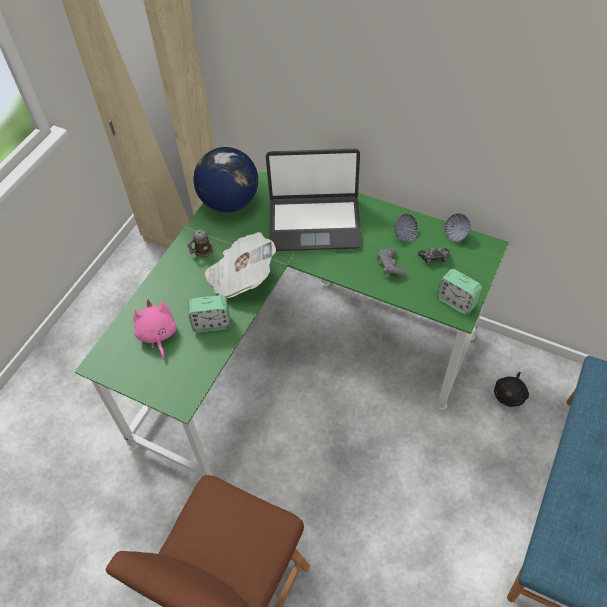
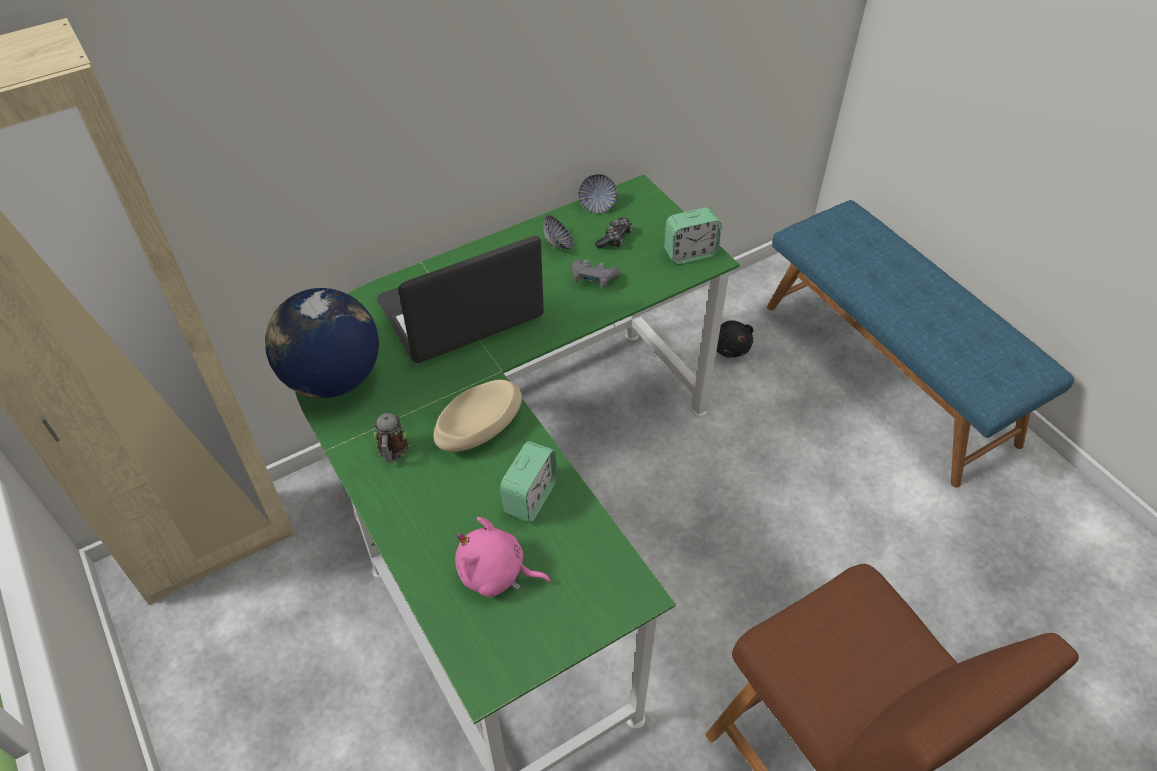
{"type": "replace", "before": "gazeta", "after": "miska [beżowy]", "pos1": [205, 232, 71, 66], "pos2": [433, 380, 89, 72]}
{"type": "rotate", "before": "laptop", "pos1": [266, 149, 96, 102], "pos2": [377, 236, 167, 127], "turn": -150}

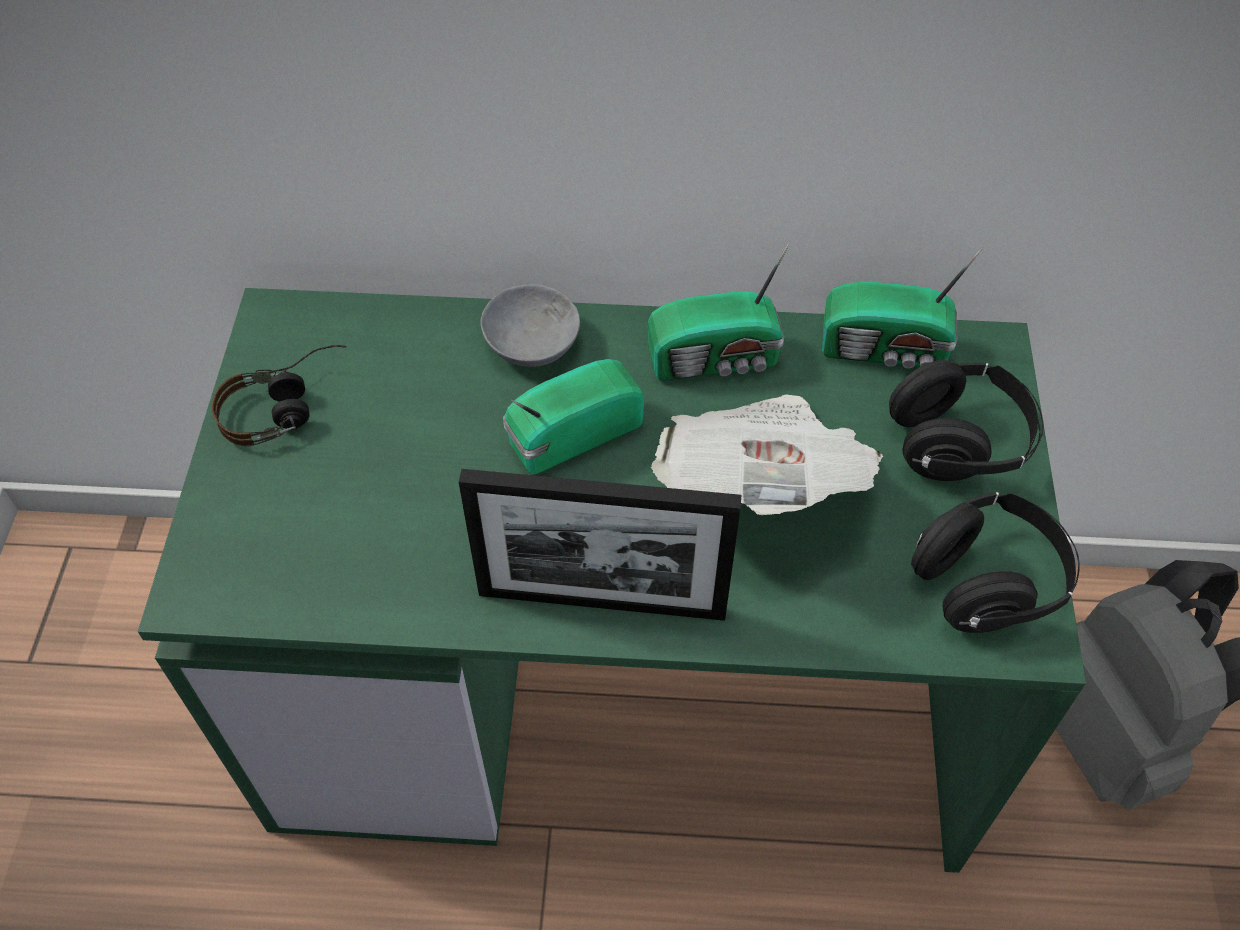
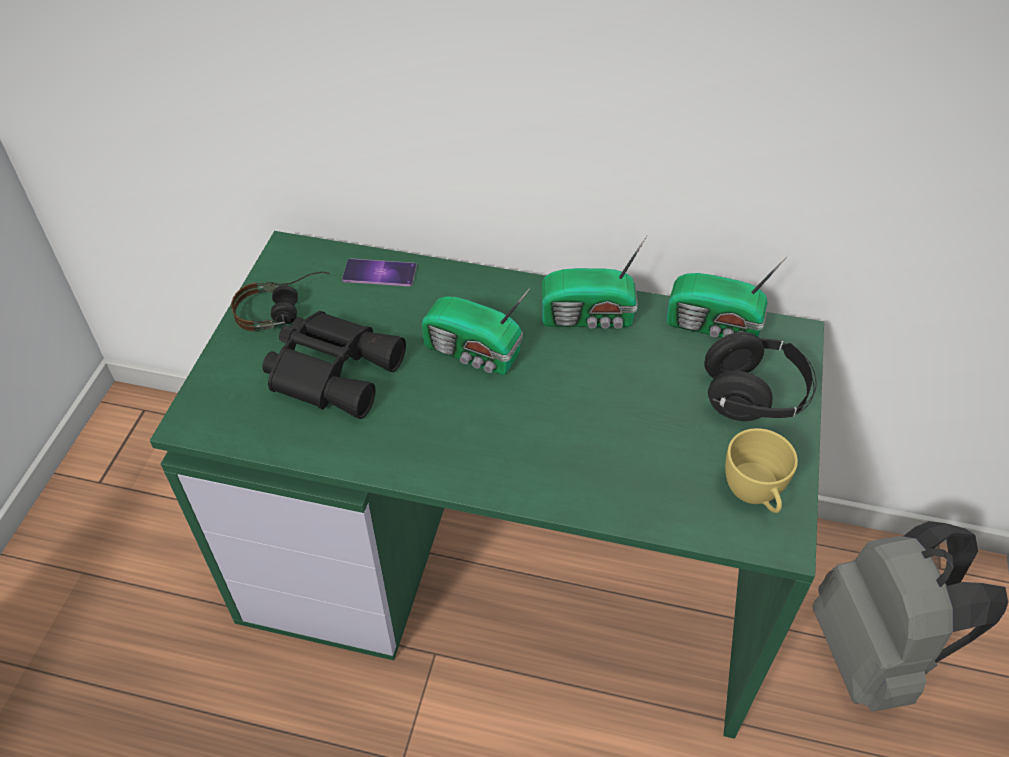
{"type": "delete", "before": "ramka na zdjęcie", "pos1": [459, 469, 282, 152]}
{"type": "delete", "before": "miska [szary]", "pos1": [480, 284, 100, 83]}
{"type": "rotate", "before": "radio", "pos1": [503, 359, 141, 116], "pos2": [422, 288, 108, 87], "turn": -135}
{"type": "delete", "before": "gazeta", "pos1": [651, 394, 232, 121]}
{"type": "replace", "before": "słuchawki [czarny]", "after": "filiżanka [żółty]", "pos1": [911, 492, 169, 141], "pos2": [725, 428, 73, 85]}
{"type": "insert", "after": "lornetka [czarny]", "pos2": [262, 311, 144, 108]}
{"type": "insert", "after": "telefon", "pos2": [342, 258, 75, 28]}

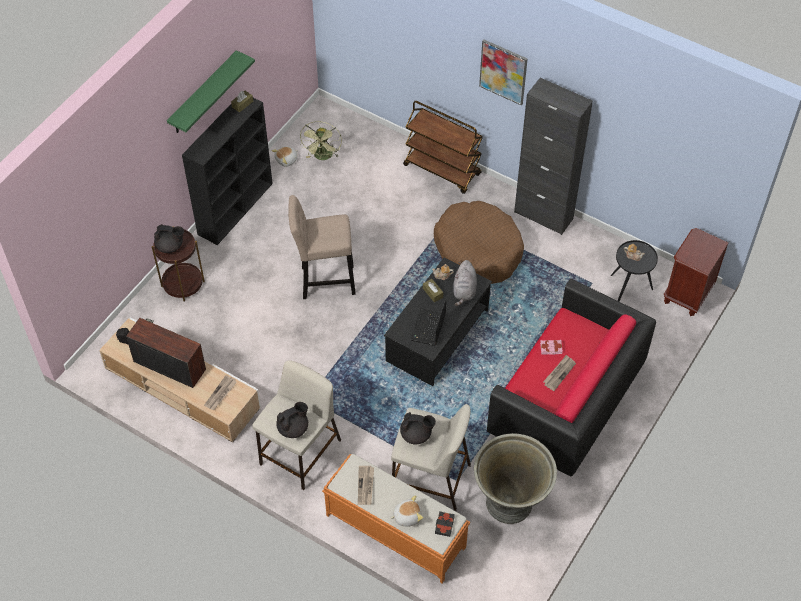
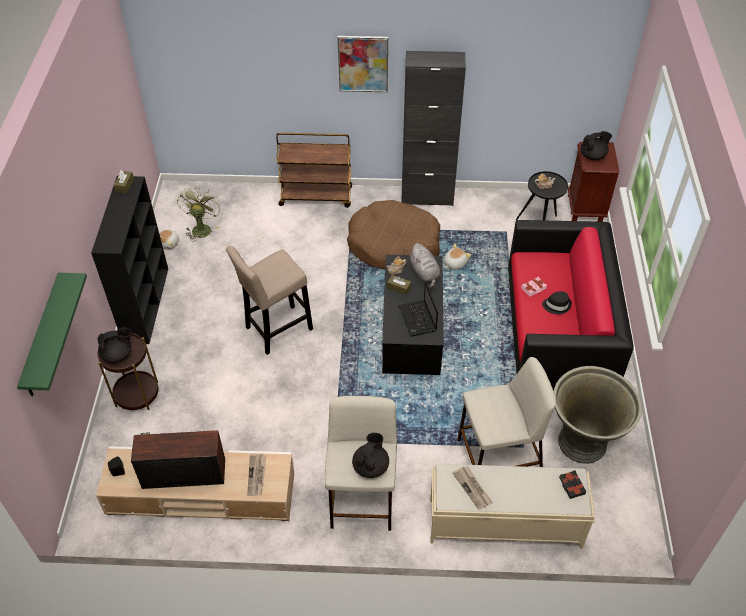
{"type": "move", "before": "półka [zielony]", "pos1": [167, 50, 88, 83], "pos2": [17, 273, 70, 123]}
{"type": "rotate", "before": "wentylator [zielony]", "pos1": [300, 121, 42, 39], "pos2": [177, 187, 44, 55], "turn": -150}
{"type": "recolor", "before": "ławka [pomarańczowy]", "after": "ławka [beżowy]", "pos1": [322, 454, 148, 129], "pos2": [430, 464, 165, 85]}
{"type": "move", "before": "pluszak", "pos1": [390, 495, 33, 32], "pos2": [444, 244, 27, 26]}
{"type": "move", "before": "imbryk [czarny]", "pos1": [400, 412, 36, 32], "pos2": [580, 131, 32, 29]}
{"type": "replace", "before": "gazeta", "after": "kapelusz [czarny]", "pos1": [543, 355, 33, 36], "pos2": [542, 291, 30, 23]}

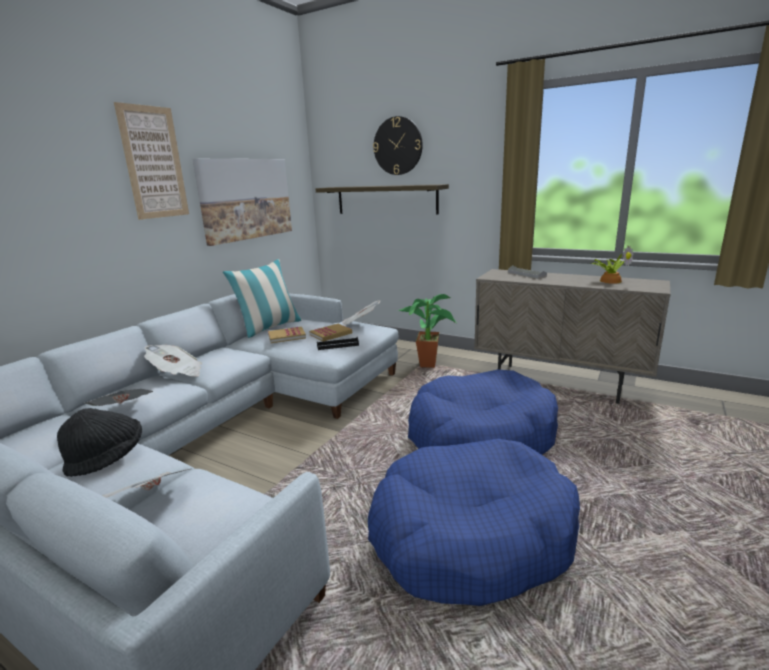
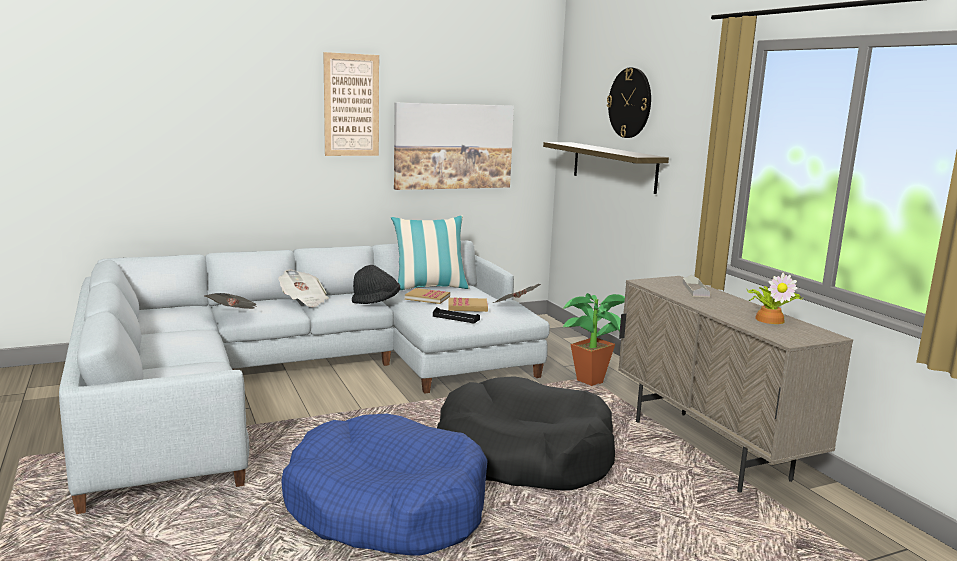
{"type": "move", "before": "kapelusz [czarny]", "pos1": [57, 408, 85, 69], "pos2": [352, 265, 48, 39]}
{"type": "delete", "before": "gazeta", "pos1": [102, 469, 87, 29]}
{"type": "recolor", "before": "legowisko [niebieski]", "after": "legowisko [czarny]", "pos1": [408, 369, 150, 86], "pos2": [437, 376, 178, 114]}

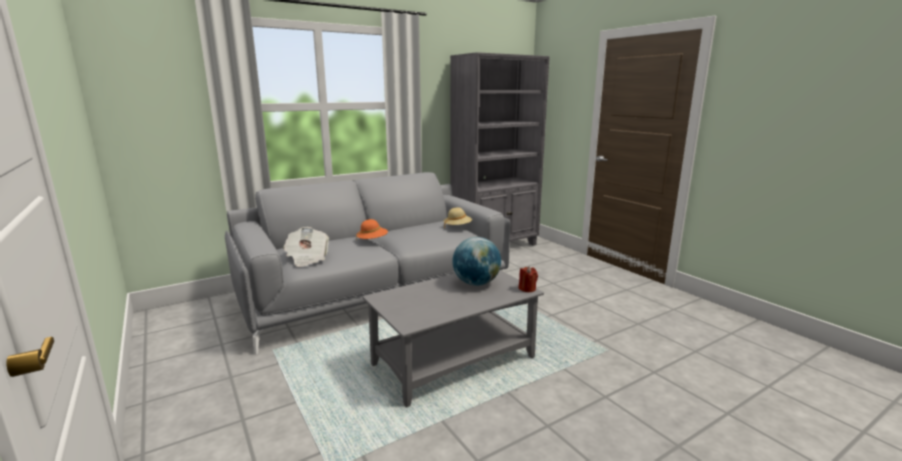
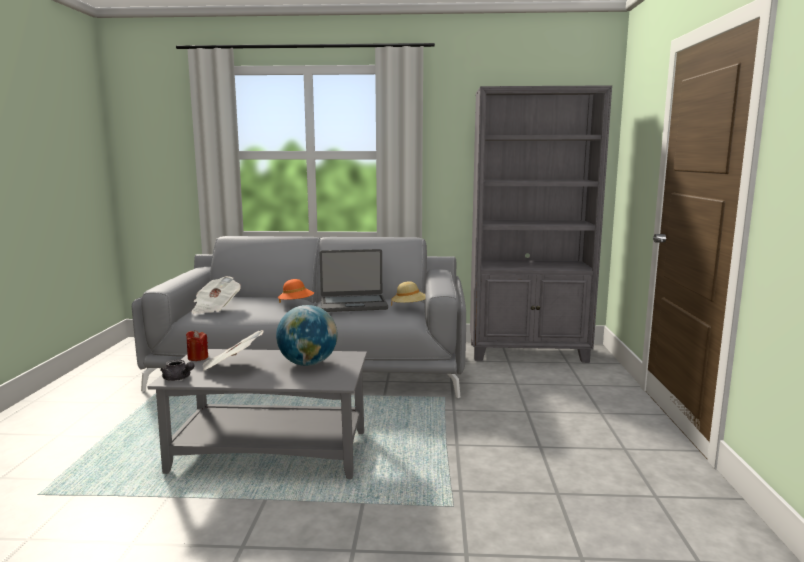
{"type": "move", "before": "świeca [czerwony]", "pos1": [519, 266, 19, 26], "pos2": [186, 330, 22, 31]}
{"type": "insert", "after": "imbryk [szary]", "pos2": [160, 360, 35, 21]}
{"type": "insert", "after": "gazeta", "pos2": [202, 330, 61, 42]}
{"type": "insert", "after": "laptop", "pos2": [320, 249, 68, 63]}

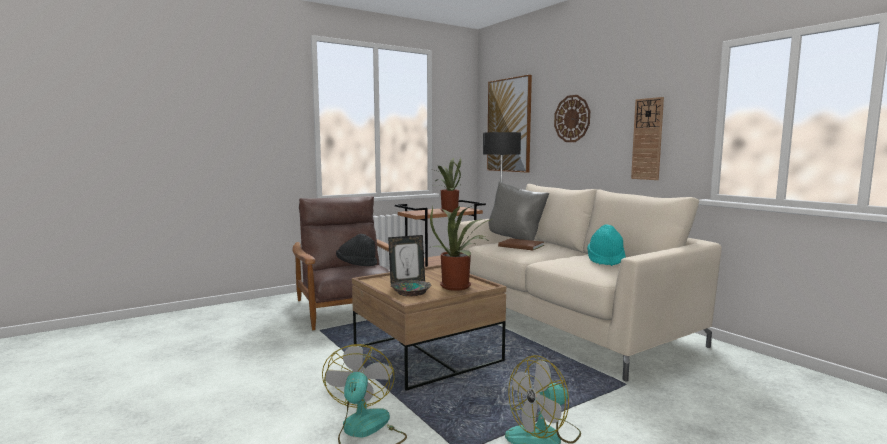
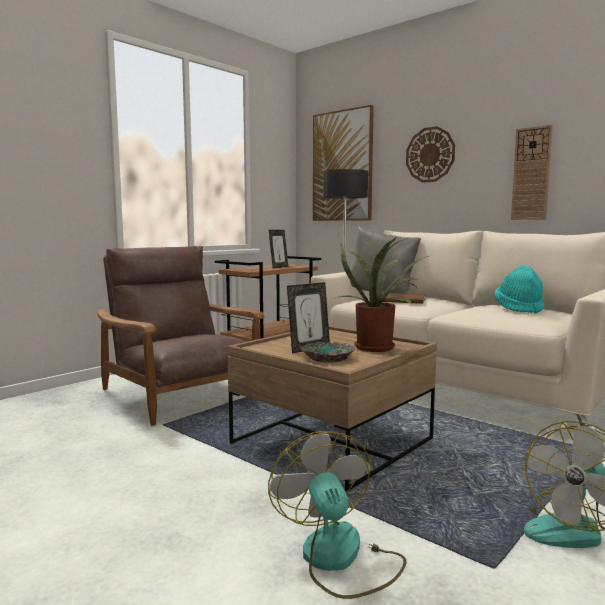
{"type": "delete", "before": "kapelusz [czarny]", "pos1": [336, 234, 41, 32]}
{"type": "replace", "before": "roślina doniczkowa", "after": "ramka na zdjęcie", "pos1": [433, 158, 28, 54], "pos2": [269, 230, 19, 38]}

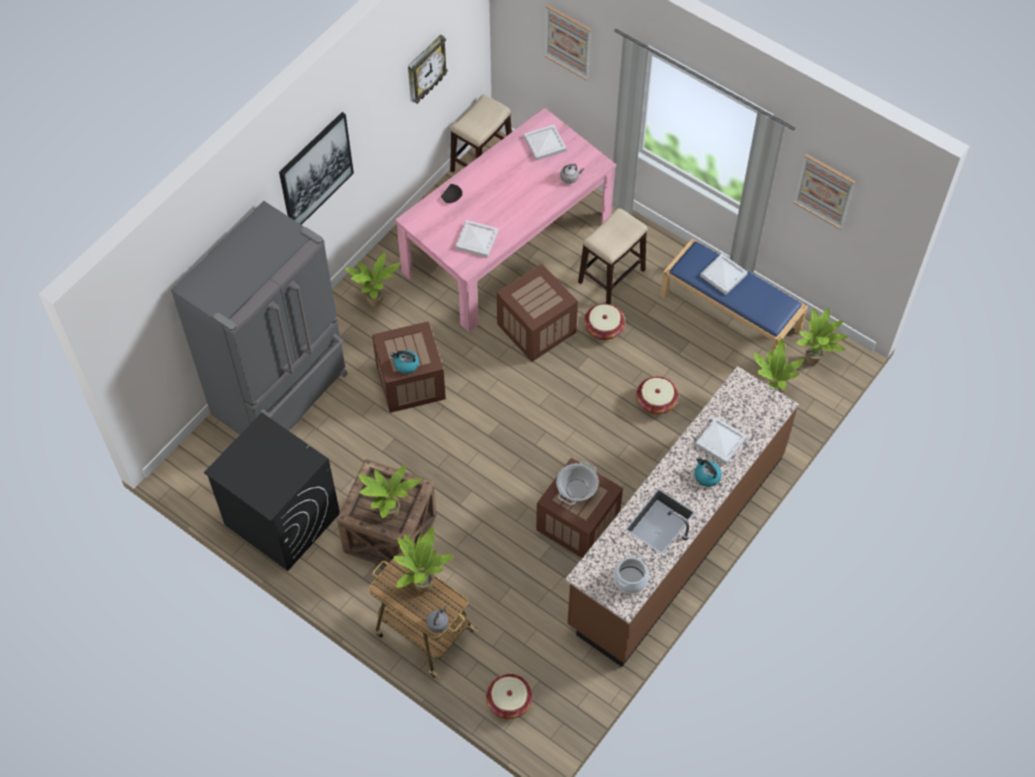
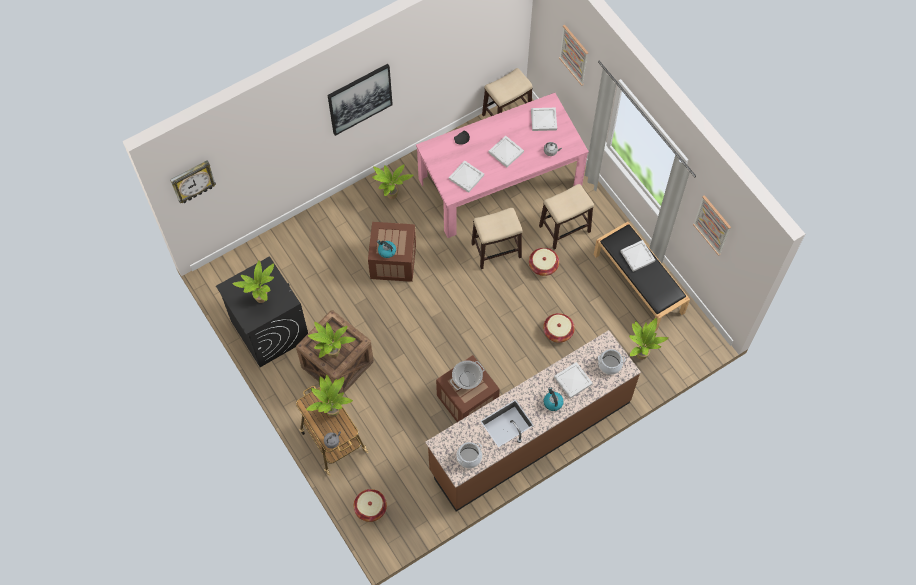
{"type": "delete", "before": "lodówka [szary]", "pos1": [171, 201, 177, 234]}
{"type": "move", "before": "zegar ścienny", "pos1": [408, 35, 40, 69], "pos2": [170, 161, 46, 42]}
{"type": "replace", "before": "skrzynka", "after": "stołek", "pos1": [497, 264, 81, 98], "pos2": [471, 208, 52, 61]}
{"type": "recolor", "before": "ławka [niebieski]", "after": "ławka [czarny]", "pos1": [660, 238, 148, 116], "pos2": [594, 221, 96, 111]}
{"type": "move", "before": "roślina doniczkowa", "pos1": [796, 307, 52, 58], "pos2": [232, 260, 42, 43]}
{"type": "insert", "after": "taca [biały]", "pos2": [489, 136, 35, 32]}
{"type": "insert", "after": "garnek", "pos2": [598, 349, 27, 26]}

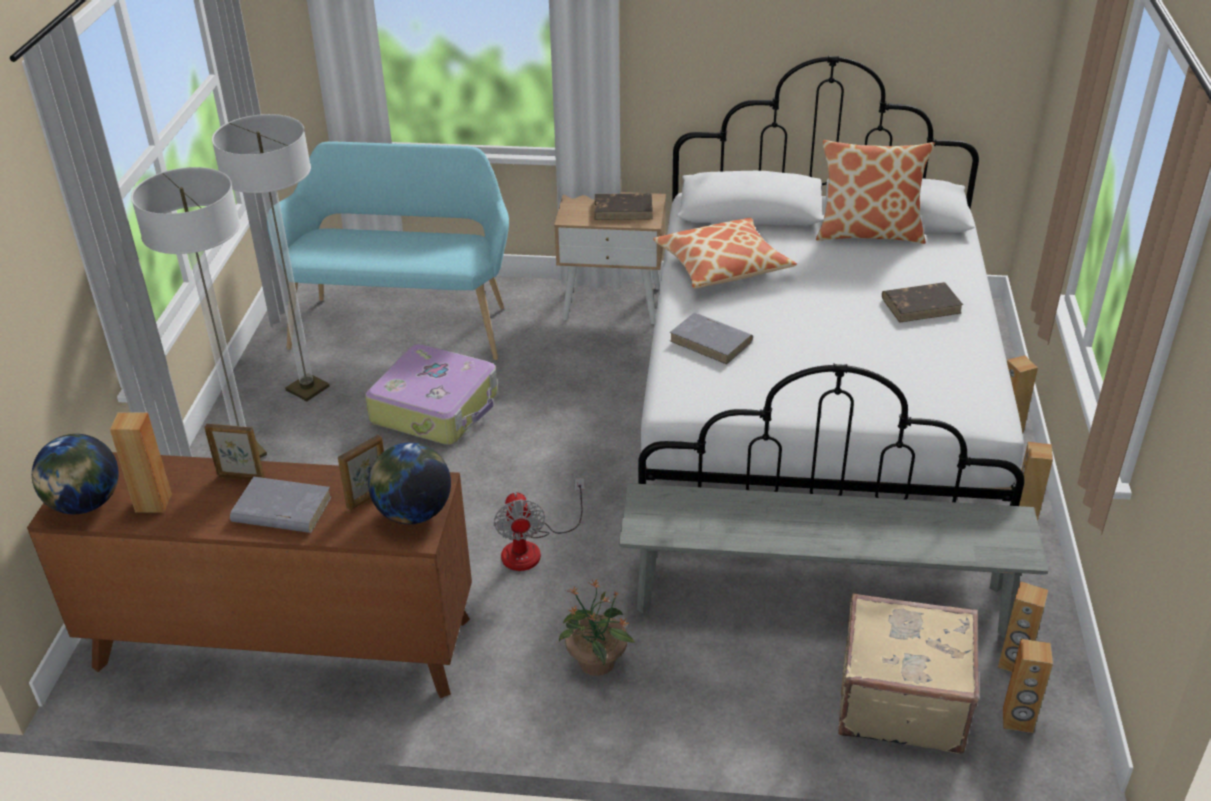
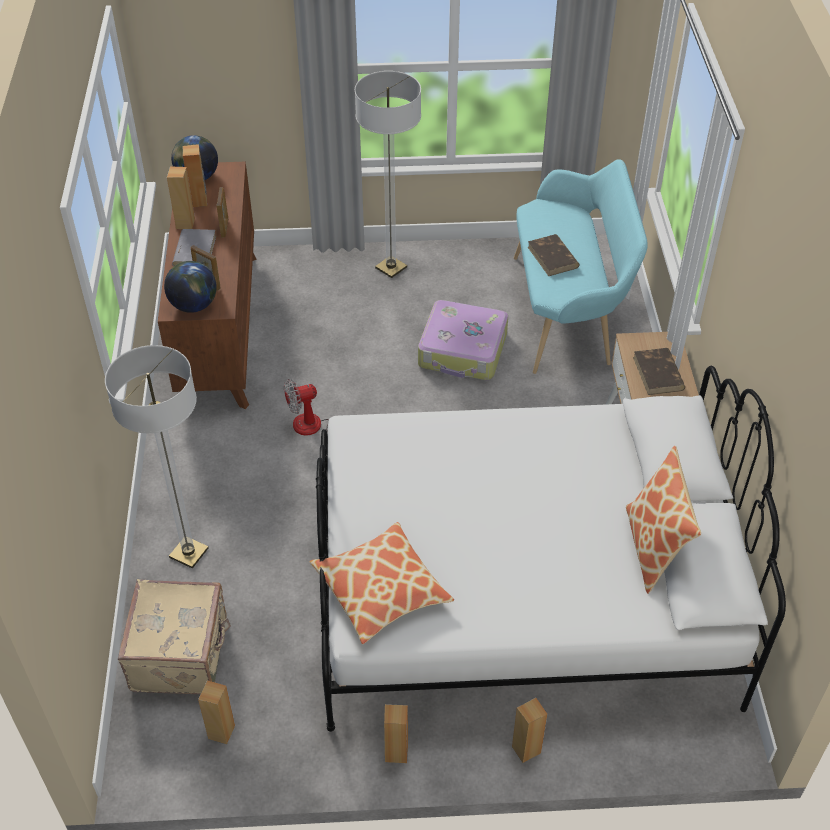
{"type": "move", "before": "lampa stojąca", "pos1": [212, 114, 118, 287], "pos2": [105, 345, 104, 224]}
{"type": "delete", "before": "roślina doniczkowa", "pos1": [559, 580, 76, 96]}
{"type": "delete", "before": "ławka [szary]", "pos1": [619, 483, 430, 155]}
{"type": "move", "before": "poduszka", "pos1": [653, 218, 144, 71], "pos2": [309, 522, 145, 122]}
{"type": "delete", "before": "książka [szary]", "pos1": [670, 313, 83, 51]}
{"type": "move", "before": "książka [brązowy]", "pos1": [882, 282, 81, 41], "pos2": [528, 234, 52, 42]}
{"type": "move", "before": "głośnik [brązowy]", "pos1": [1003, 639, 50, 94], "pos2": [167, 167, 28, 62]}

